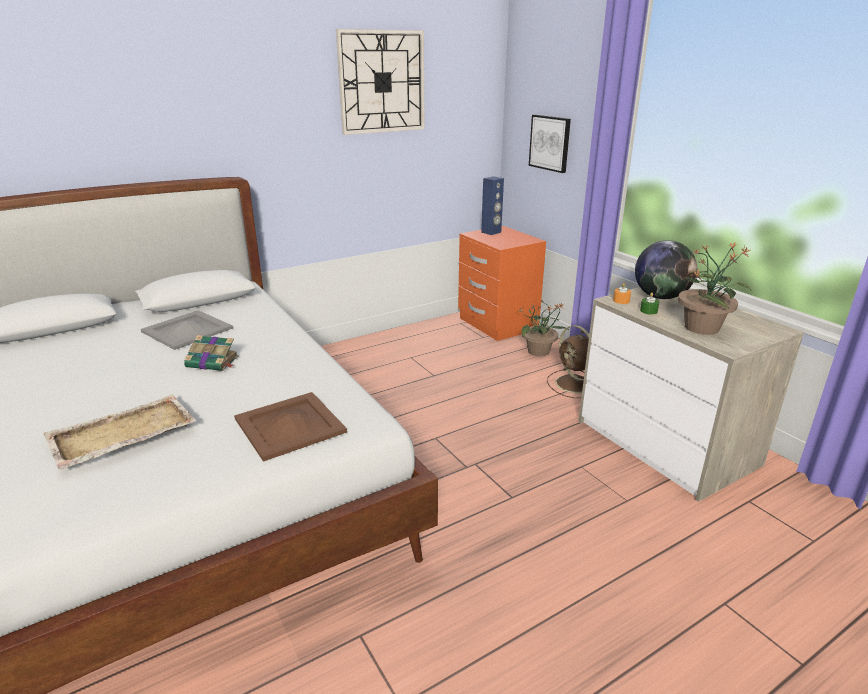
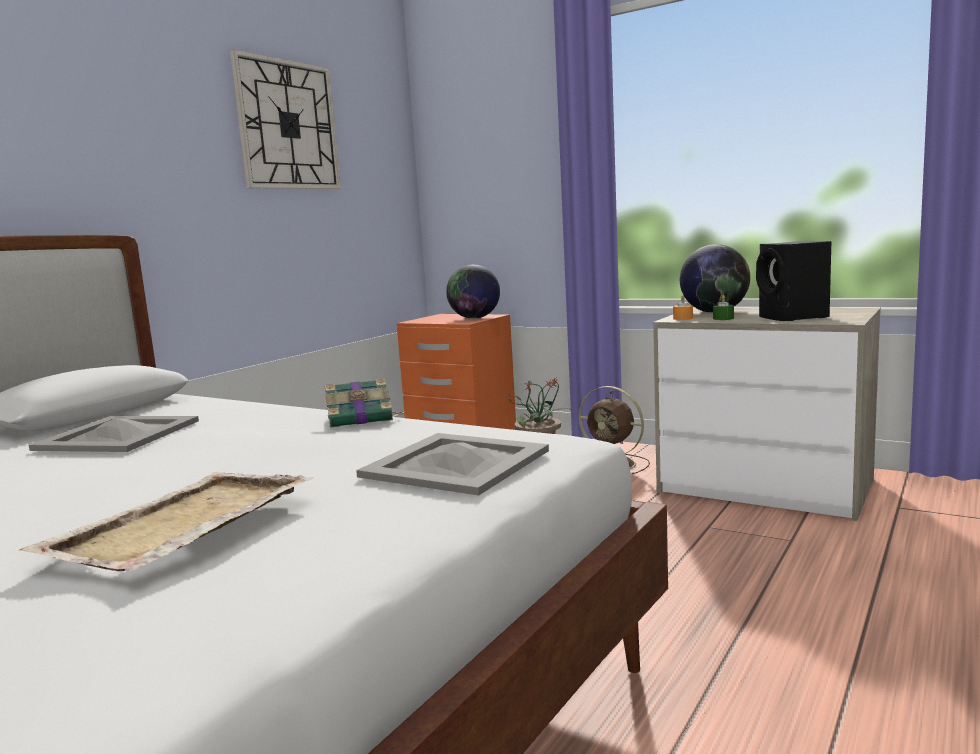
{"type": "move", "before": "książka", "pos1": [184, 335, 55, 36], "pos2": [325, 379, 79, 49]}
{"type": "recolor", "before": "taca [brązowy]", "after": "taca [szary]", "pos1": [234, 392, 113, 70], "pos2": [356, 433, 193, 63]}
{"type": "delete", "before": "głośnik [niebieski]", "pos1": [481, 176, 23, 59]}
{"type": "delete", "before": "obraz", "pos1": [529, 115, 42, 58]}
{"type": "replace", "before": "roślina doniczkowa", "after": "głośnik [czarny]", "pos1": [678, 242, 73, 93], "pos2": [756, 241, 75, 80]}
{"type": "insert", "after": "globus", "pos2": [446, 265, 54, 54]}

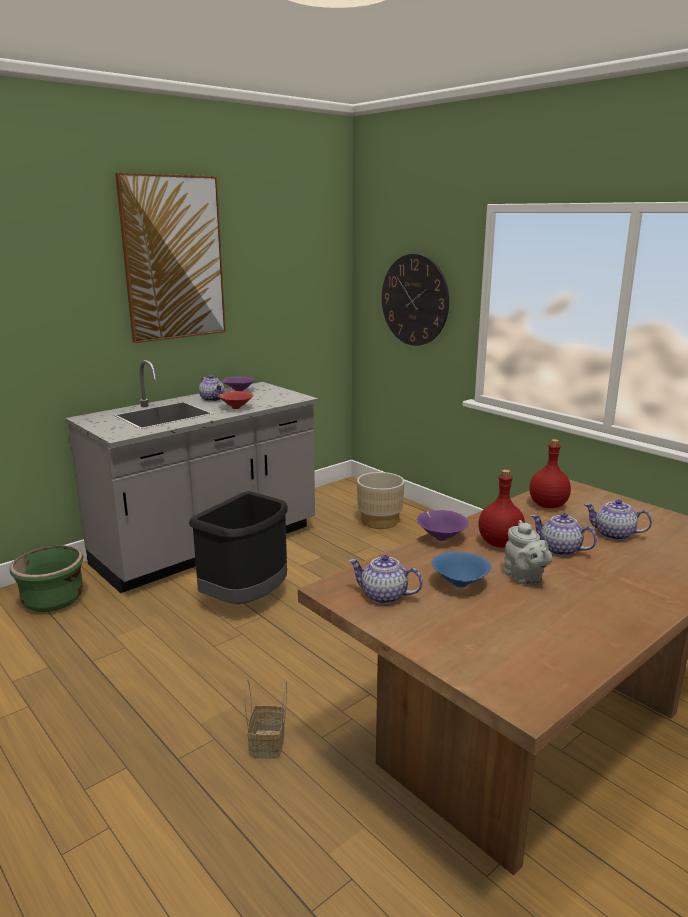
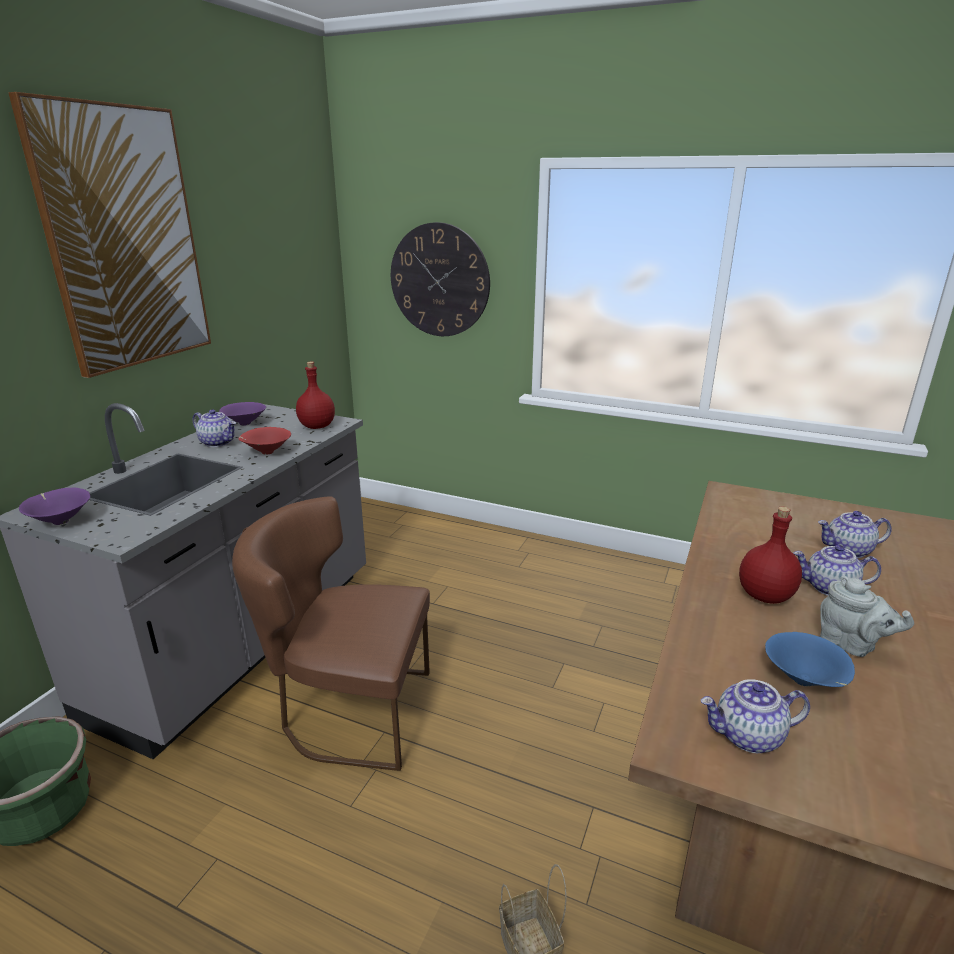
{"type": "replace", "before": "kosz na śmieci [czarny]", "after": "krzesło [brązowy]", "pos1": [189, 491, 99, 113], "pos2": [232, 496, 198, 275]}
{"type": "delete", "before": "donica [beżowy]", "pos1": [357, 472, 47, 57]}
{"type": "move", "before": "miska [fioletowy]", "pos1": [417, 510, 52, 31], "pos2": [19, 488, 71, 37]}
{"type": "move", "before": "butelka [czerwony]", "pos1": [529, 439, 42, 69], "pos2": [296, 361, 39, 68]}

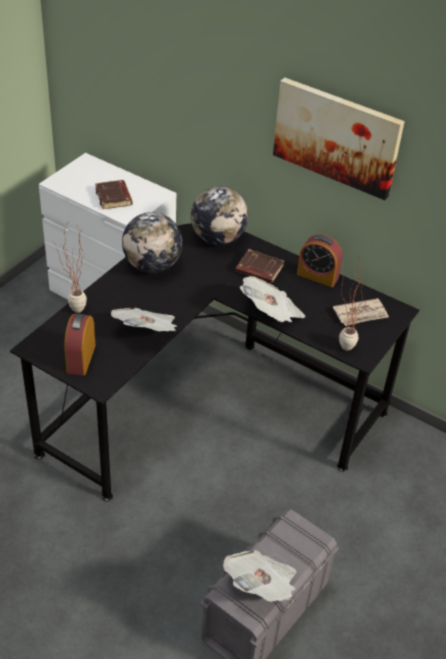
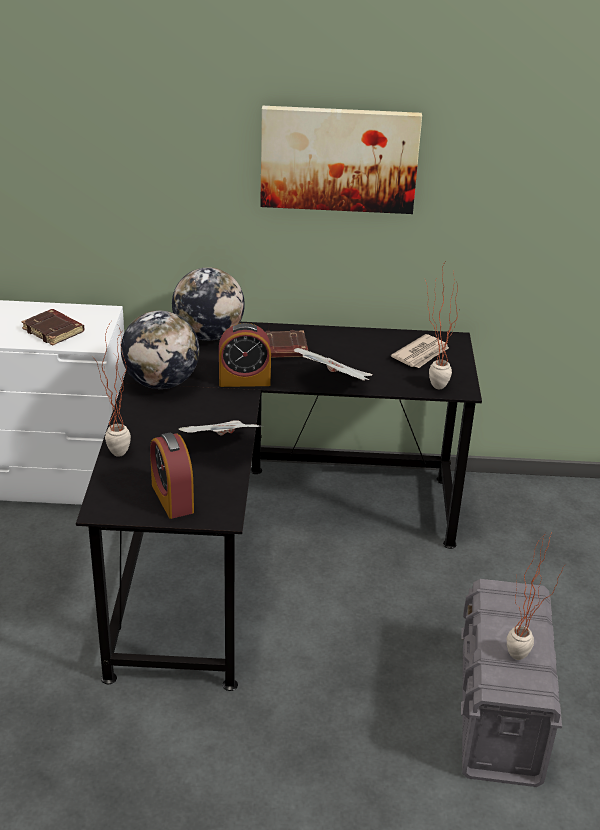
{"type": "replace", "before": "gazeta", "after": "roślina doniczkowa", "pos1": [223, 550, 74, 52], "pos2": [507, 533, 59, 127]}
{"type": "move", "before": "budzik", "pos1": [297, 234, 46, 53], "pos2": [219, 323, 52, 64]}

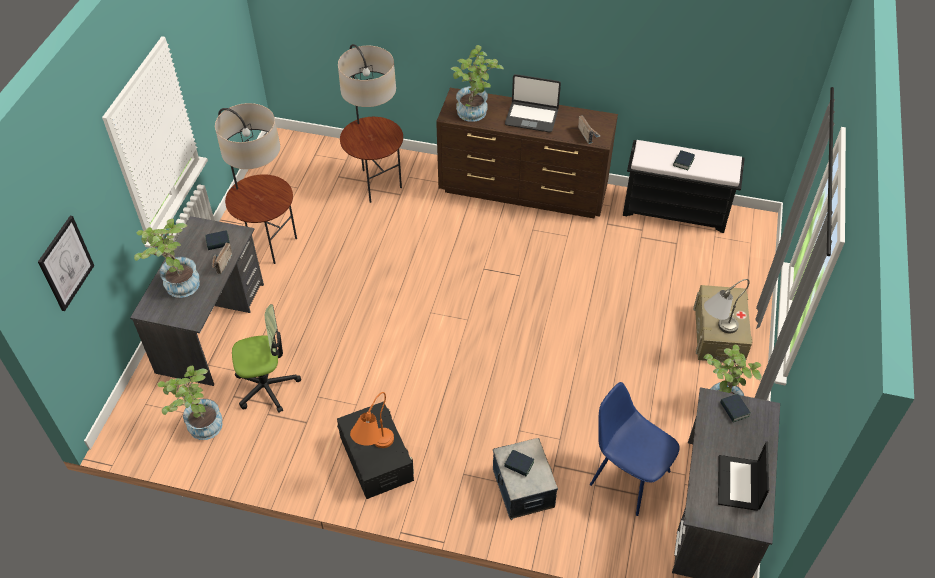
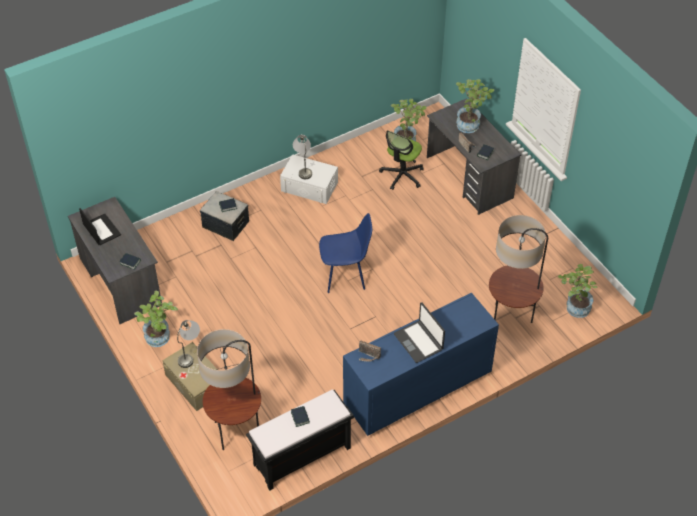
{"type": "delete", "before": "obraz", "pos1": [38, 216, 56, 95]}
{"type": "move", "before": "lampa stojąca", "pos1": [215, 103, 82, 161], "pos2": [197, 329, 64, 121]}
{"type": "recolor", "before": "pojemnik do przechowywania [czarny]", "after": "pojemnik do przechowywania [biały]", "pos1": [337, 401, 77, 98], "pos2": [280, 154, 58, 50]}
{"type": "recolor", "before": "lampa stołowa [pomarańczowy]", "after": "lampa stołowa [szary]", "pos1": [350, 392, 44, 56], "pos2": [293, 135, 19, 44]}
{"type": "recolor", "before": "komoda [brązowy]", "after": "komoda [niebieski]", "pos1": [436, 88, 182, 131], "pos2": [343, 293, 156, 143]}
{"type": "move", "before": "roślina doniczkowa", "pos1": [451, 45, 53, 77], "pos2": [558, 264, 39, 54]}
{"type": "rotate", "before": "laptop", "pos1": [505, 74, 56, 59], "pos2": [394, 302, 51, 61], "turn": -90}
{"type": "move", "before": "krzesło [niebieski]", "pos1": [590, 382, 90, 134], "pos2": [319, 213, 53, 80]}

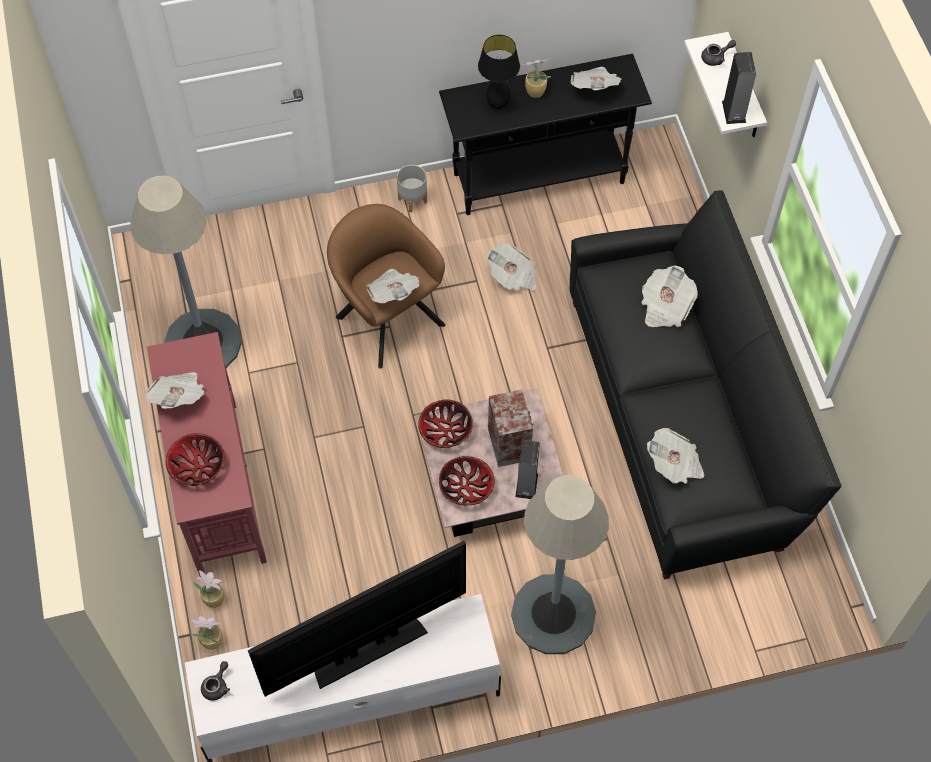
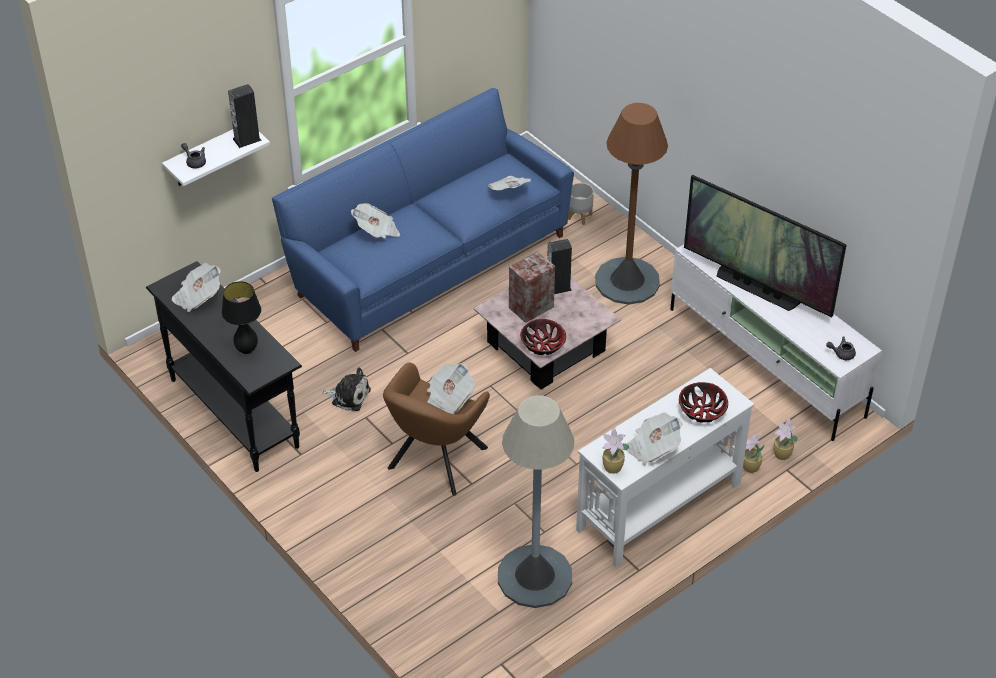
{"type": "recolor", "before": "stolik konsolowy [czerwony]", "after": "stolik konsolowy [biały]", "pos1": [147, 332, 120, 245], "pos2": [576, 368, 178, 200]}
{"type": "move", "before": "donica [szary]", "pos1": [397, 165, 30, 47], "pos2": [568, 183, 26, 42]}
{"type": "delete", "before": "miska", "pos1": [439, 456, 56, 49]}
{"type": "replace", "before": "gazeta", "after": "pluszak", "pos1": [487, 243, 49, 48], "pos2": [322, 367, 49, 44]}
{"type": "recolor", "before": "lampa stojąca [szary]", "after": "lampa stojąca [brązowy]", "pos1": [511, 475, 98, 179], "pos2": [595, 103, 73, 202]}
{"type": "move", "before": "roślina doniczkowa", "pos1": [523, 59, 28, 39], "pos2": [602, 427, 28, 47]}
{"type": "recolor", "before": "kanapa [czarny]", "after": "kanapa [niebieski]", "pos1": [570, 191, 272, 388], "pos2": [272, 88, 302, 264]}

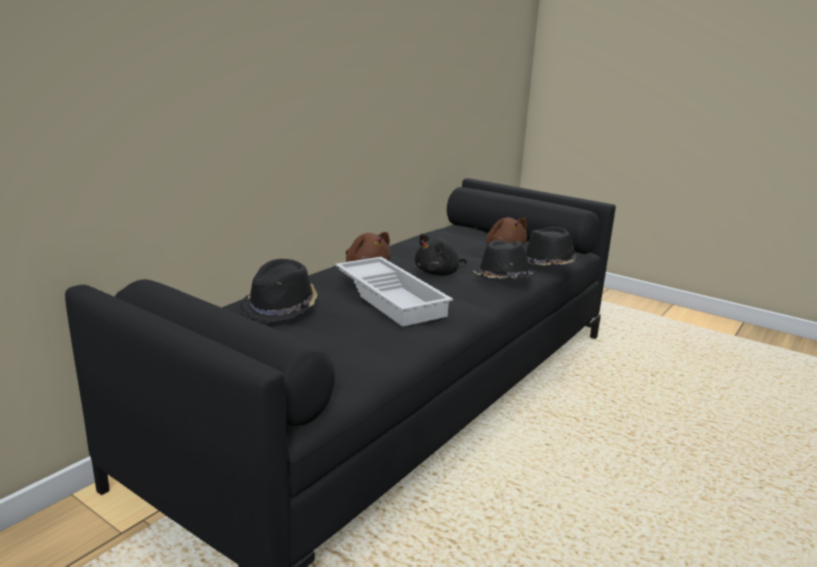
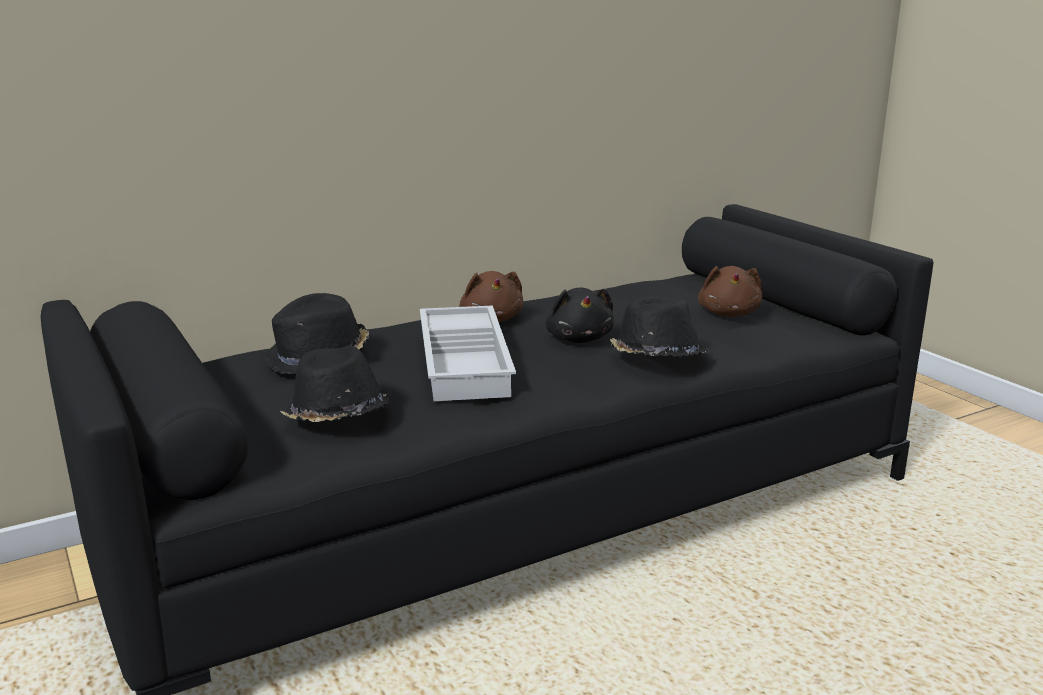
{"type": "rotate", "before": "pluszak [czarny]", "pos1": [415, 234, 52, 42], "pos2": [545, 287, 69, 56], "turn": -90}
{"type": "move", "before": "kapelusz [czarny]", "pos1": [526, 227, 54, 38], "pos2": [280, 346, 112, 76]}

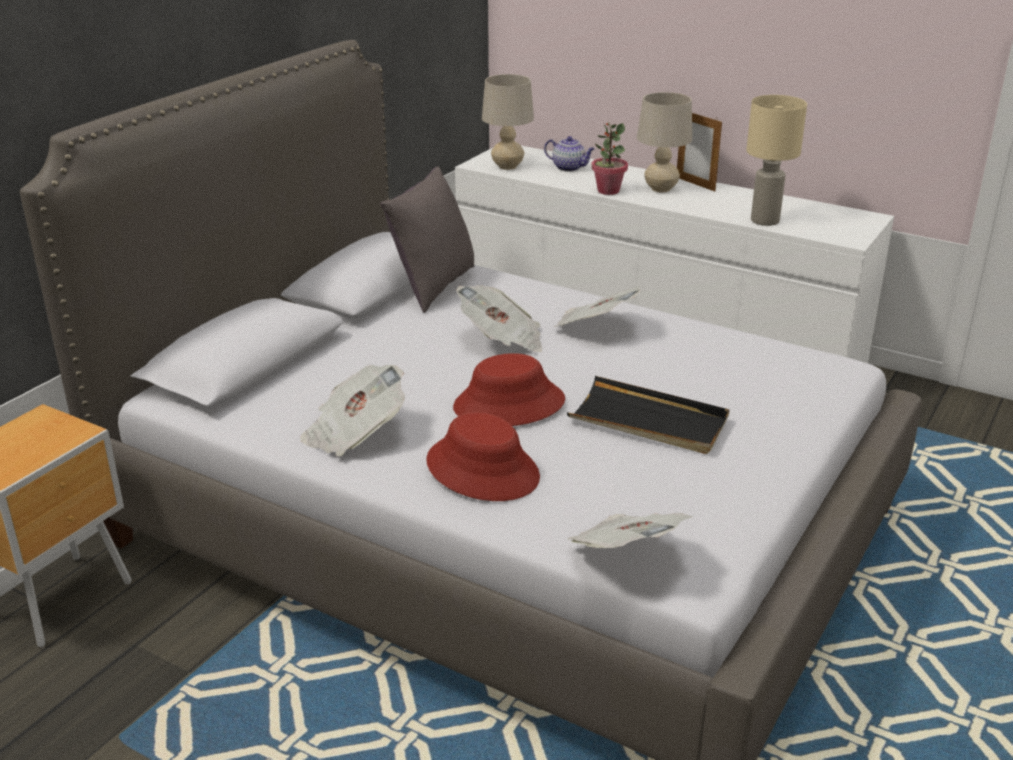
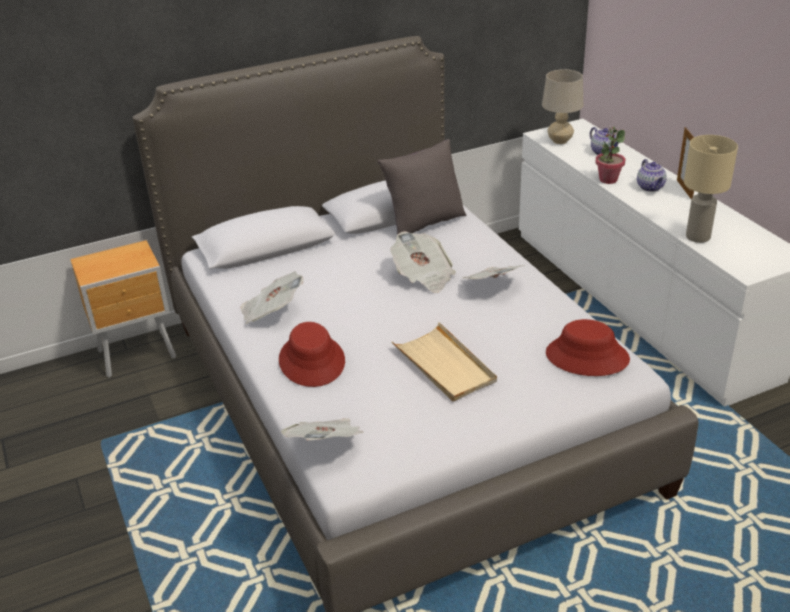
{"type": "move", "before": "kapelusz [czerwony]", "pos1": [453, 353, 112, 73], "pos2": [546, 319, 84, 57]}
{"type": "recolor", "before": "taca [czarny]", "after": "taca [beżowy]", "pos1": [567, 376, 163, 78], "pos2": [392, 322, 105, 80]}
{"type": "replace", "before": "lampa stołowa [beżowy]", "after": "imbryk", "pos1": [637, 92, 55, 100], "pos2": [637, 159, 30, 33]}

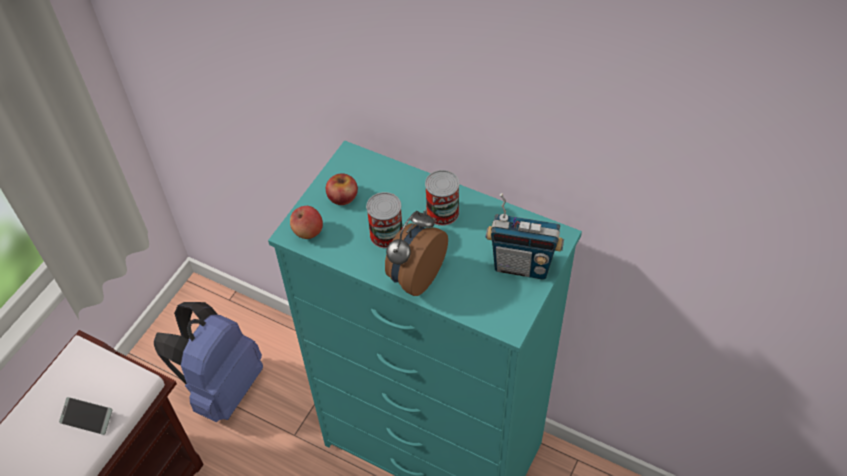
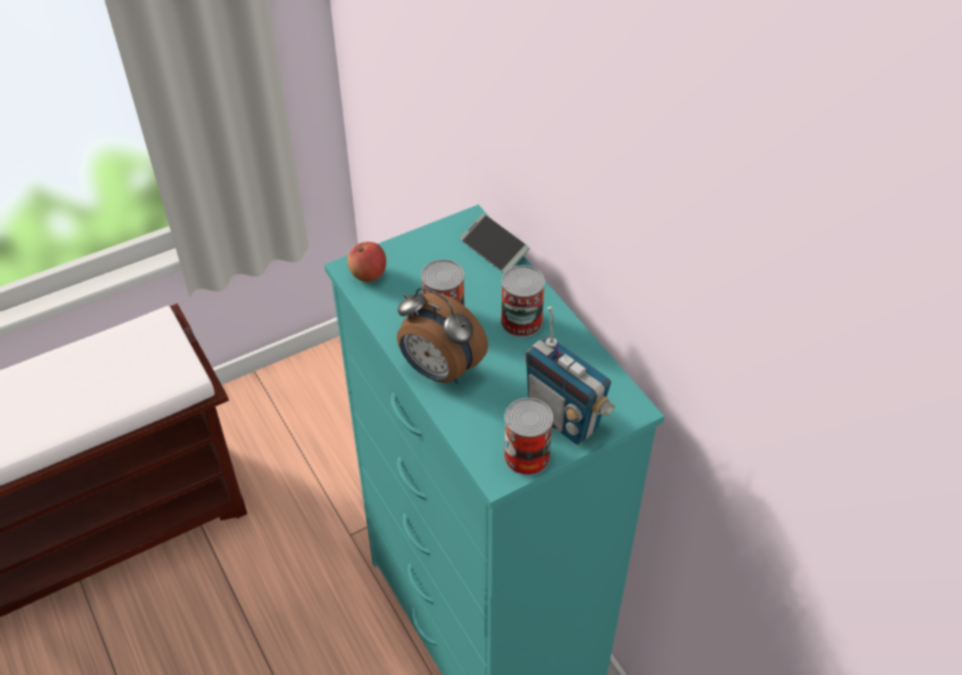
{"type": "move", "before": "telefon", "pos1": [59, 397, 53, 38], "pos2": [460, 214, 70, 59]}
{"type": "delete", "before": "plecak [niebieski]", "pos1": [154, 302, 109, 120]}
{"type": "delete", "before": "jabłko", "pos1": [326, 173, 32, 32]}
{"type": "rotate", "before": "budzik", "pos1": [385, 210, 63, 86], "pos2": [397, 287, 91, 96], "turn": -120}
{"type": "insert", "after": "puszka", "pos2": [504, 398, 49, 78]}

